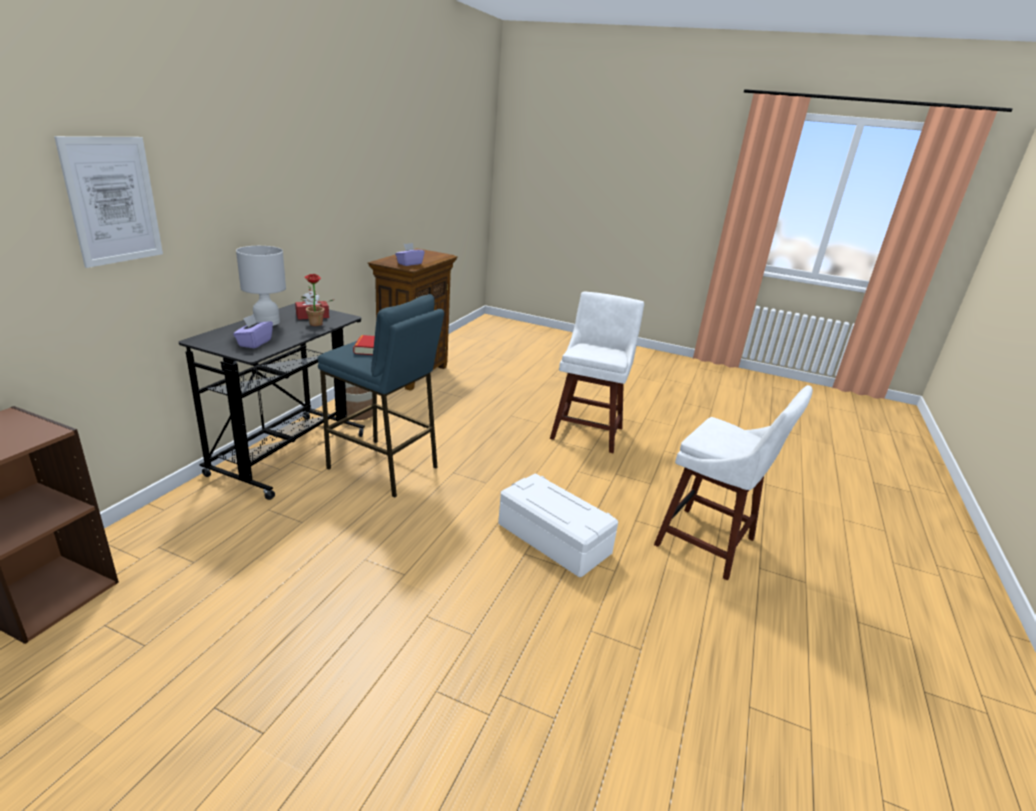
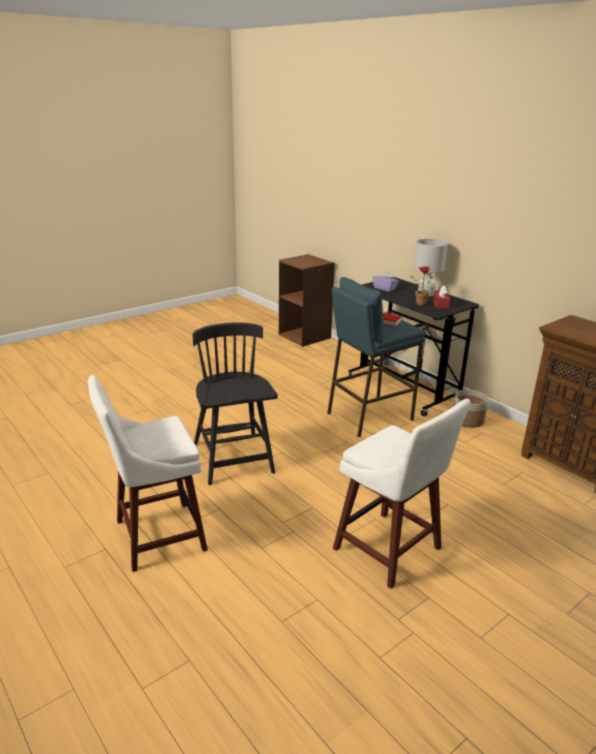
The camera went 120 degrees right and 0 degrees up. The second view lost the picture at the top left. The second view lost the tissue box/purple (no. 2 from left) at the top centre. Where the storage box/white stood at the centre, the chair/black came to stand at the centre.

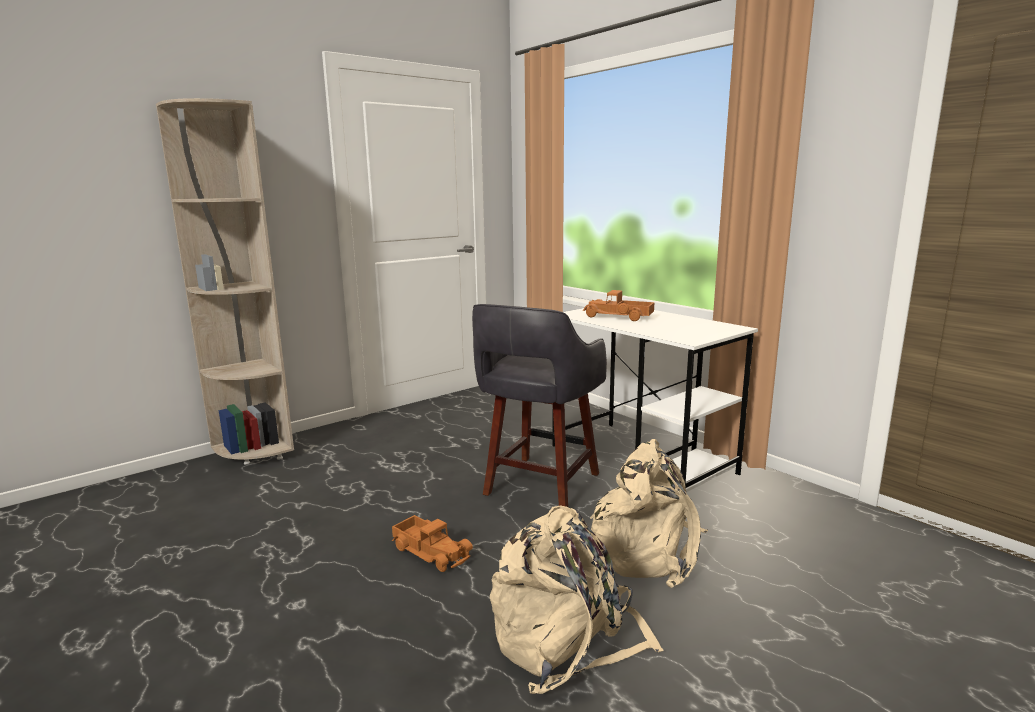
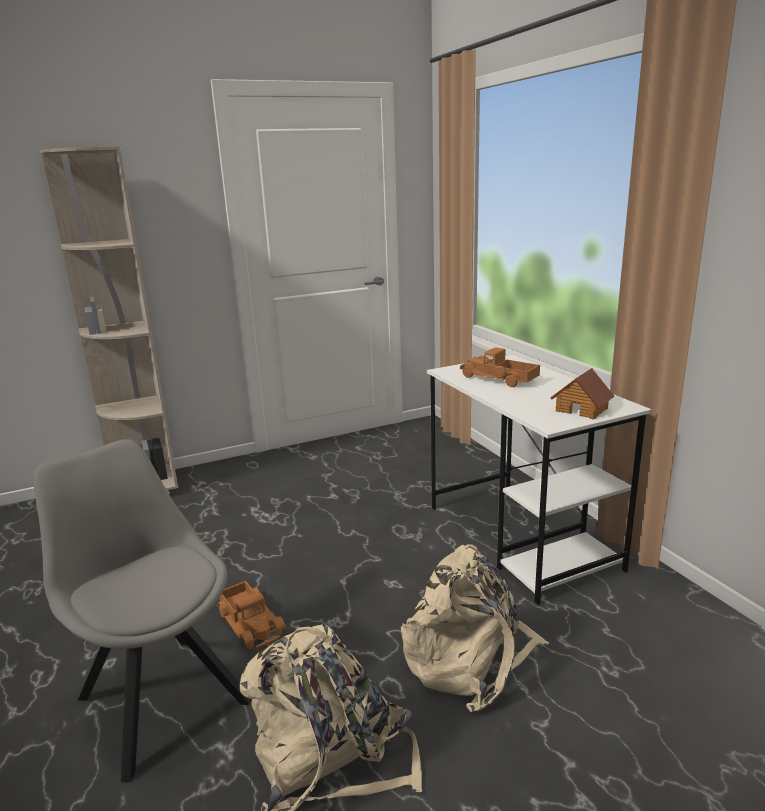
The camera went 15 degrees right and 5 degrees up. The second view lost the stool/grey at the centre. The second view gained the chair/grey at the bottom left. The second view gained the toy house at the middle right.

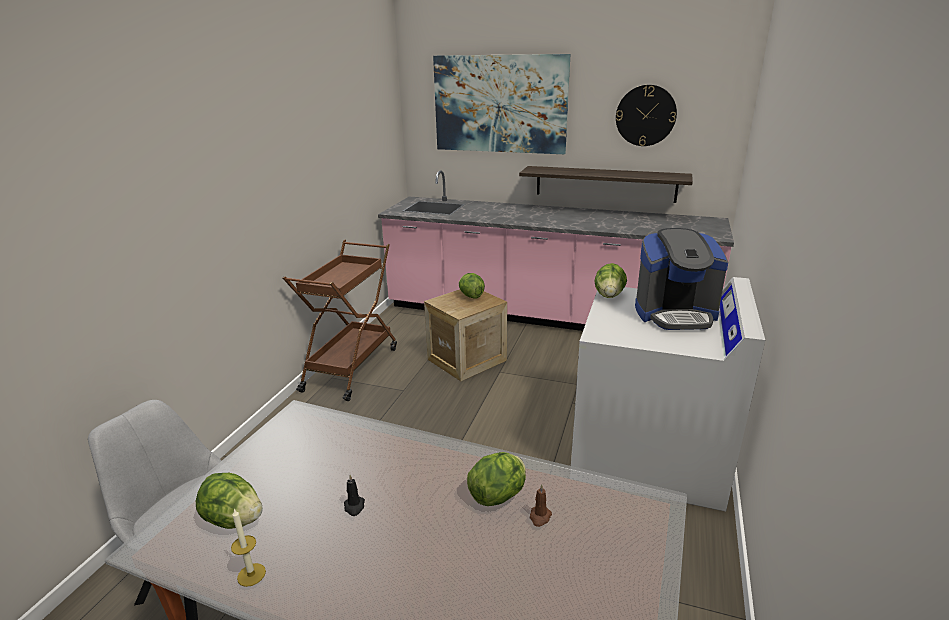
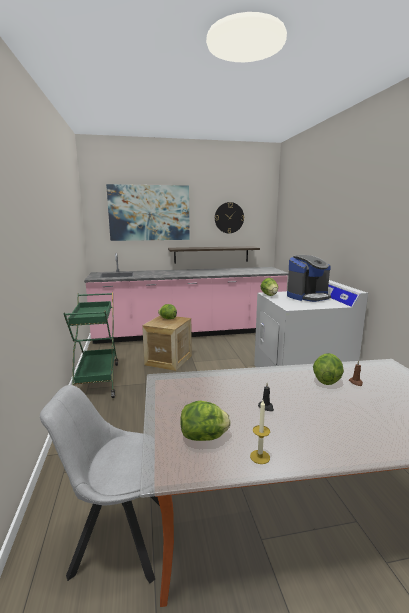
The camera went 30 degrees left and 10 degrees down. What was the cart/brown at the centre turned into the cart/green at the middle left.

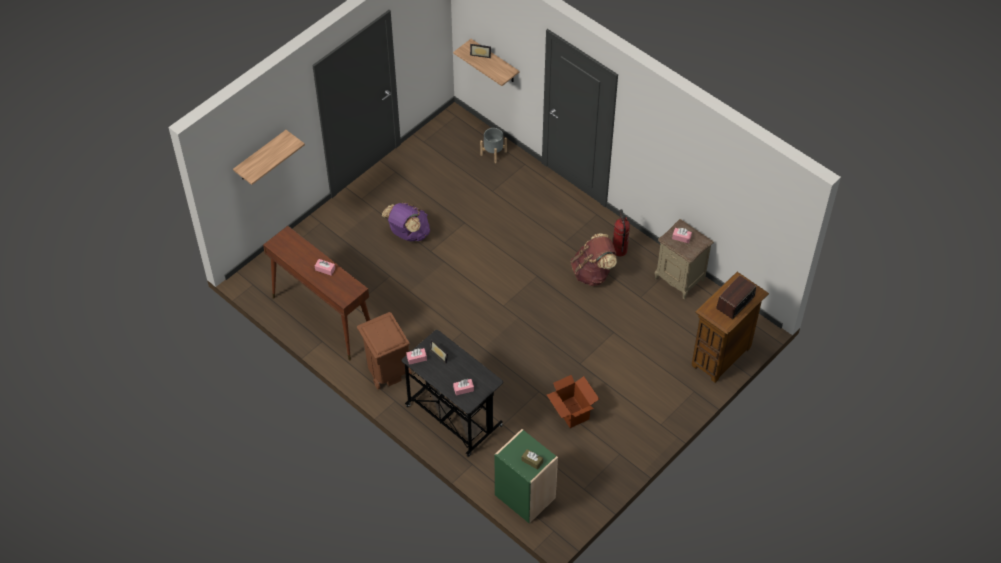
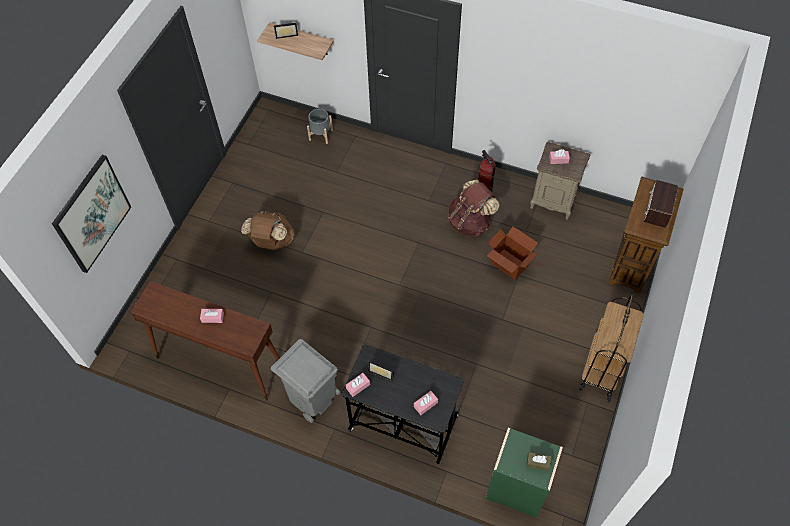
The camera went 20 degrees left and 5 degrees up. The second view gained the cart/brown at the middle right. The cardboard box ended up elsewhere, having gone from the bottom centre to the centre. Where the shelf (no. 1 from left) hung at the top left, the picture came to hang at the middle left. What was the trash can/brown at the centre turned into the trash can/grey at the bottom centre. What was the backpack/purple at the centre turned into the backpack/brown (no. 1 from left) at the centre.

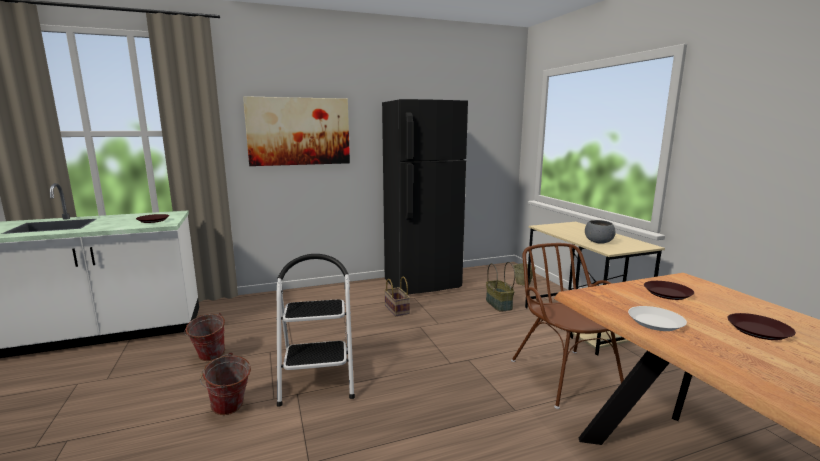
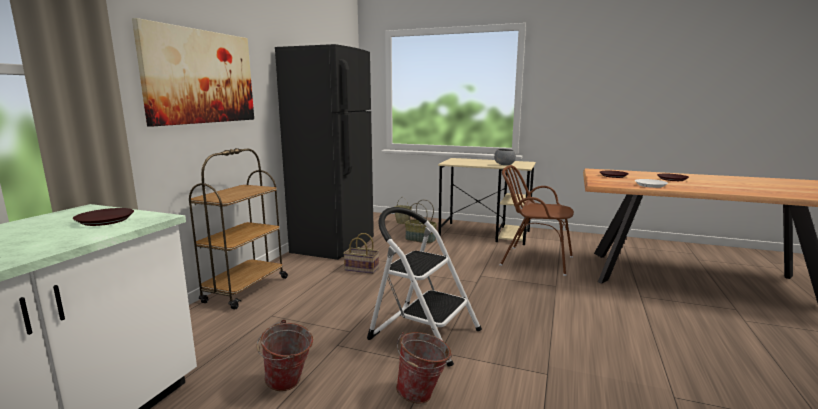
The camera went 50 degrees left and 0 degrees up. The second view gained the cart/brown at the middle left.

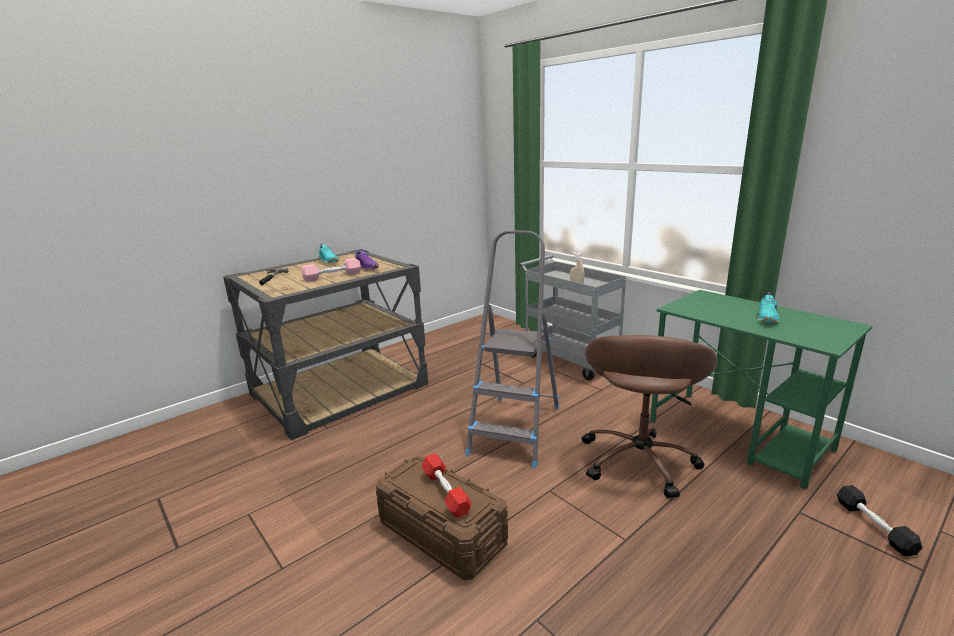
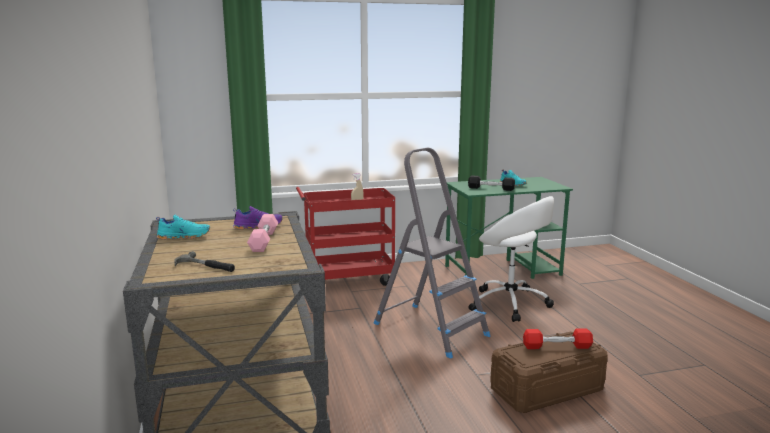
The camera went 65 degrees left and 5 degrees down. The dumbbell/black ended up elsewhere, having gone from the bottom right to the centre. What was the cart/grey at the centre turned into the cart/red at the centre. What was the office chair/brown at the middle right turned into the office chair/white at the centre.

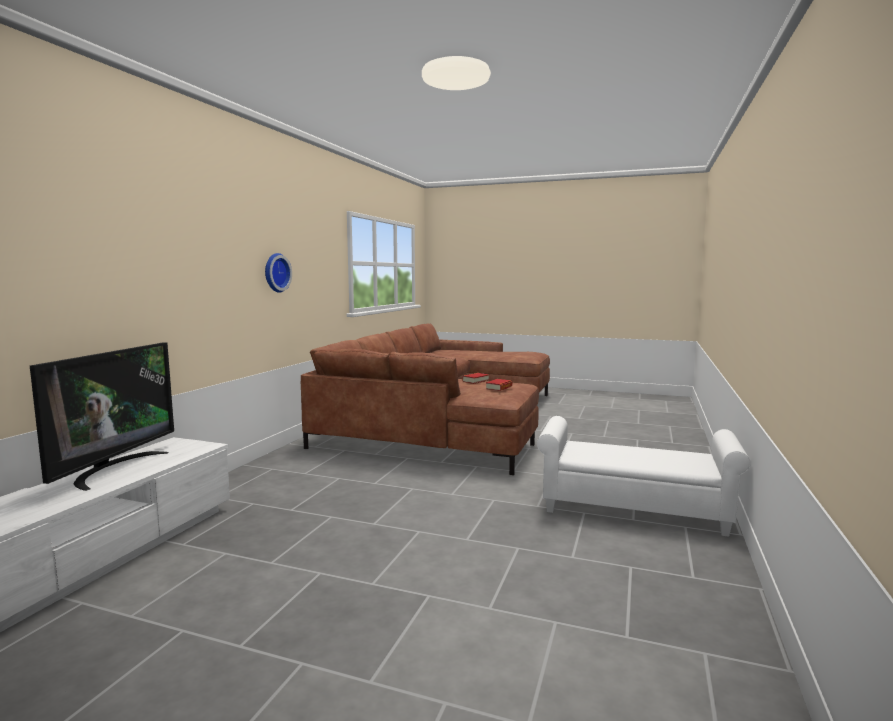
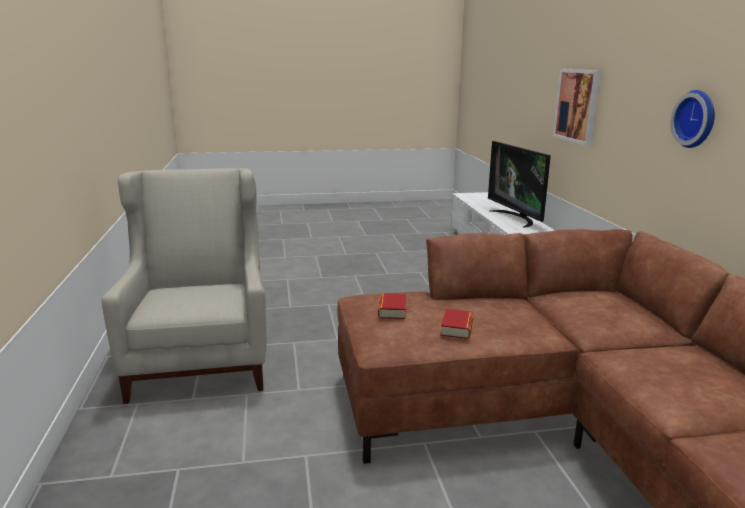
The camera went 150 degrees right and 10 degrees up. The second view gained the picture at the top right. Where the ottoman/white stood at the middle right, the armchair/beige came to stand at the middle left.

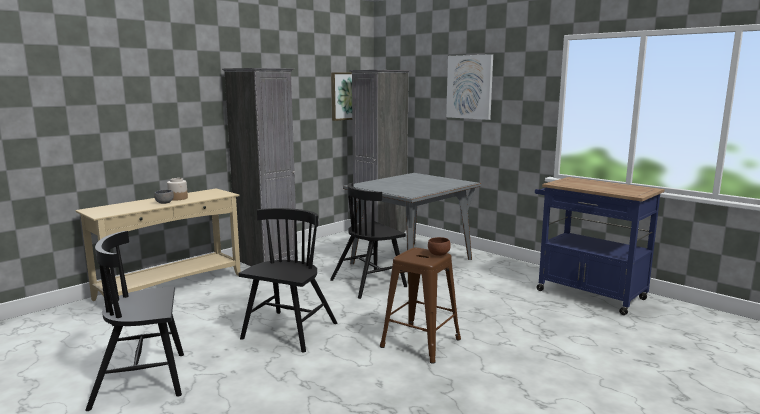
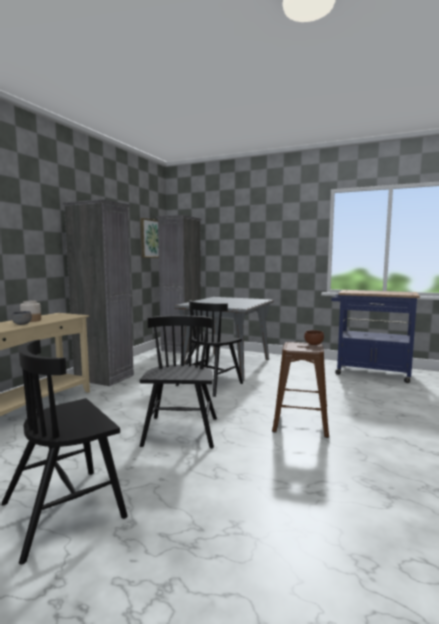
The camera went 20 degrees left and 5 degrees down. The second view lost the picture (no. 2 from left) at the top centre.

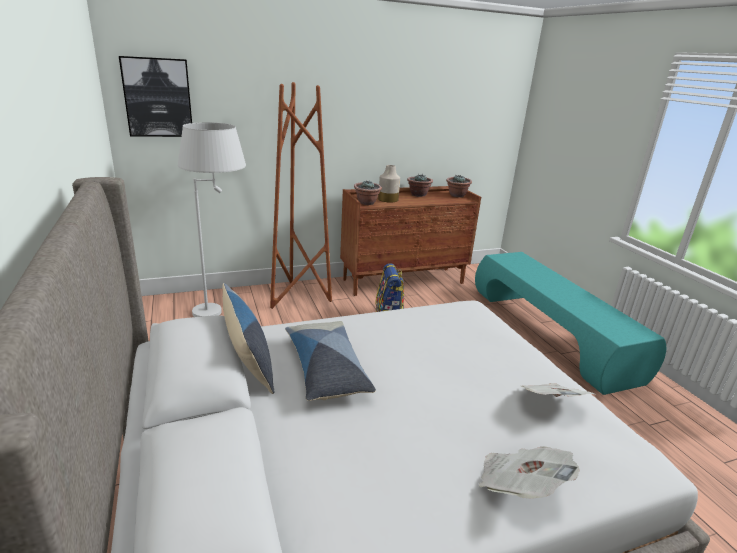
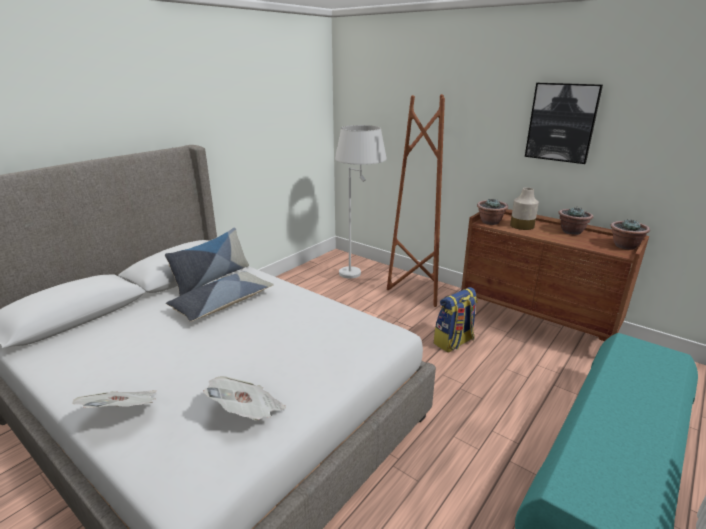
The camera went 60 degrees right and 0 degrees up. The picture ended up elsewhere, having gone from the top left to the top right.

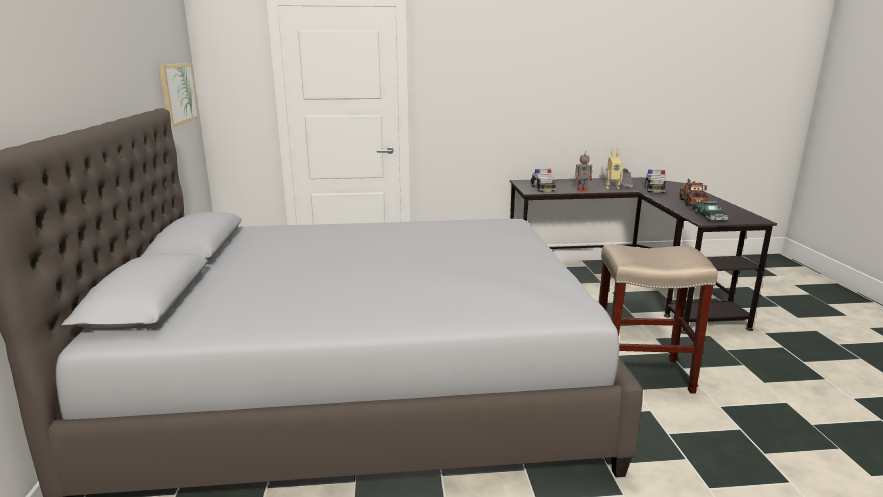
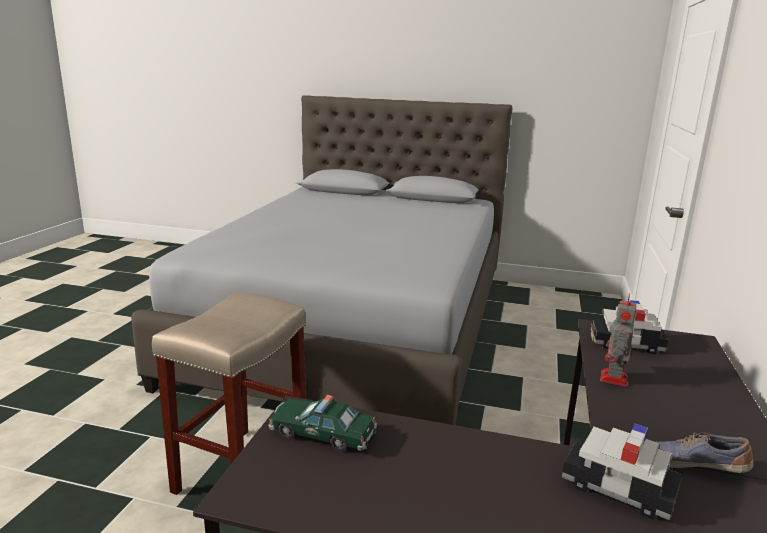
The camera went 110 degrees right and 0 degrees up. The second view lost the picture at the top left. The second view lost the toy robot (no. 2 from left) at the middle right. The second view lost the toy truck at the middle right.

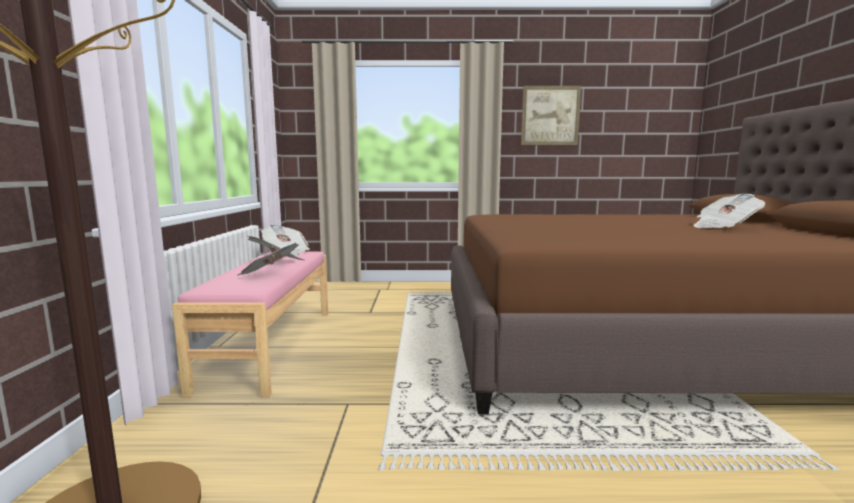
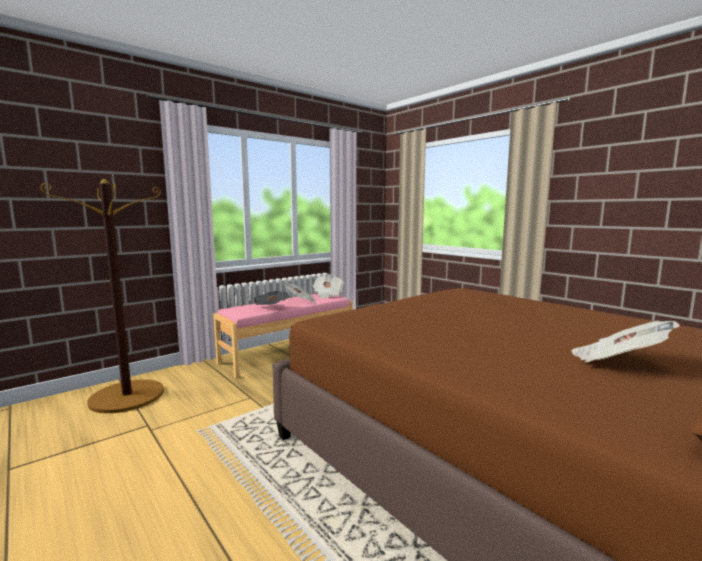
The camera went 50 degrees right and 0 degrees up. The second view lost the picture at the top centre.

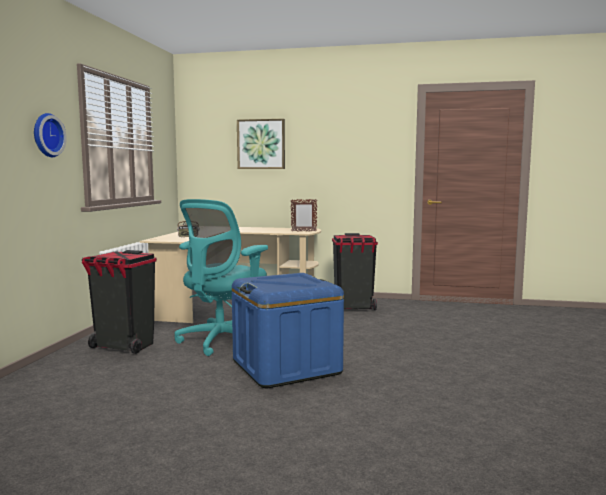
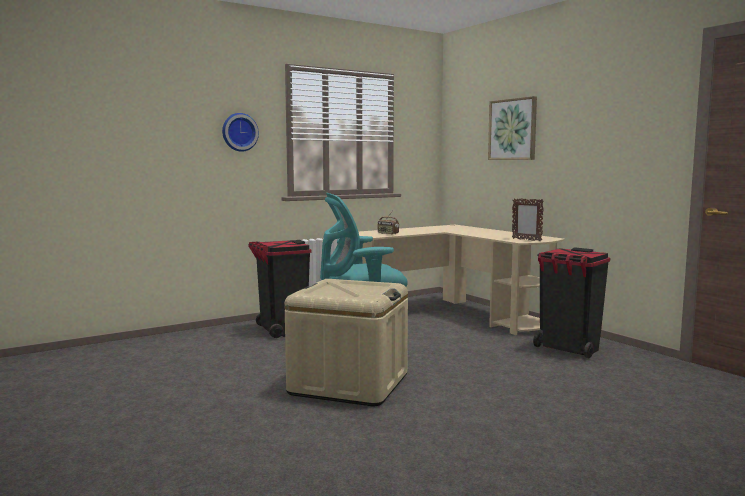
The camera went 45 degrees right and 0 degrees up. What was the storage box/blue at the bottom centre turned into the storage box/beige at the bottom centre.

